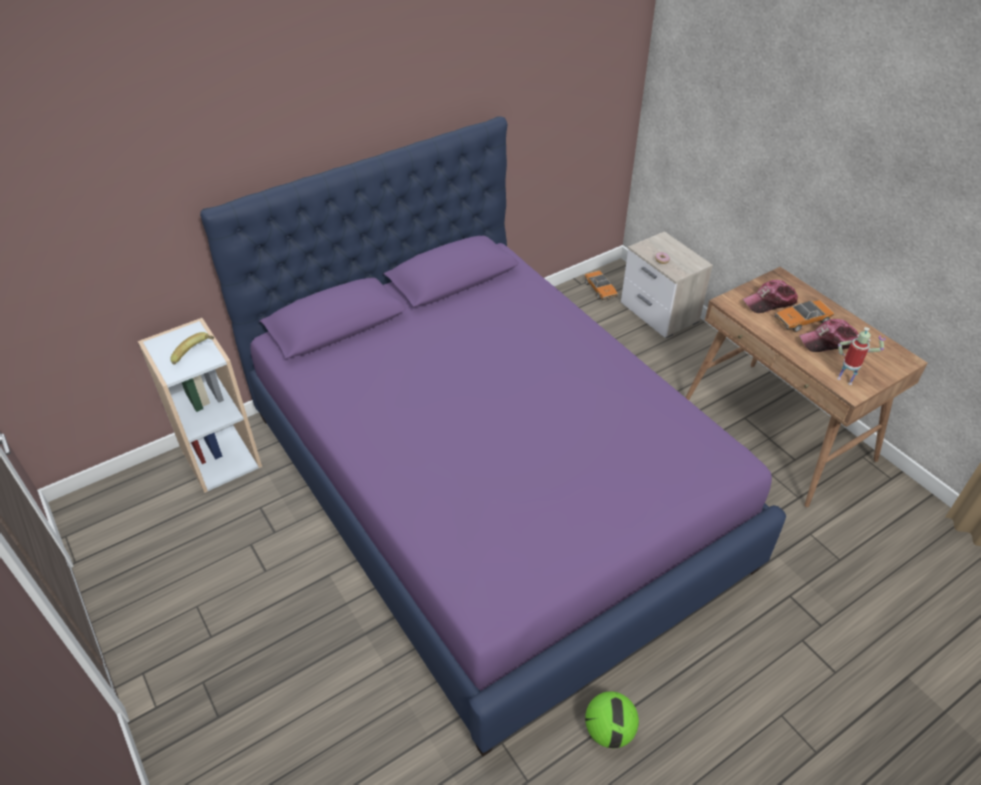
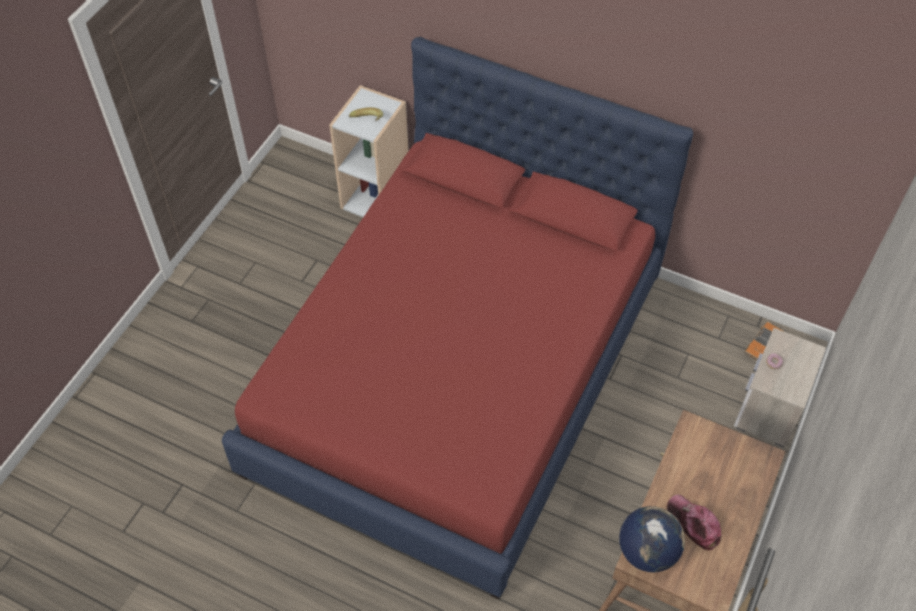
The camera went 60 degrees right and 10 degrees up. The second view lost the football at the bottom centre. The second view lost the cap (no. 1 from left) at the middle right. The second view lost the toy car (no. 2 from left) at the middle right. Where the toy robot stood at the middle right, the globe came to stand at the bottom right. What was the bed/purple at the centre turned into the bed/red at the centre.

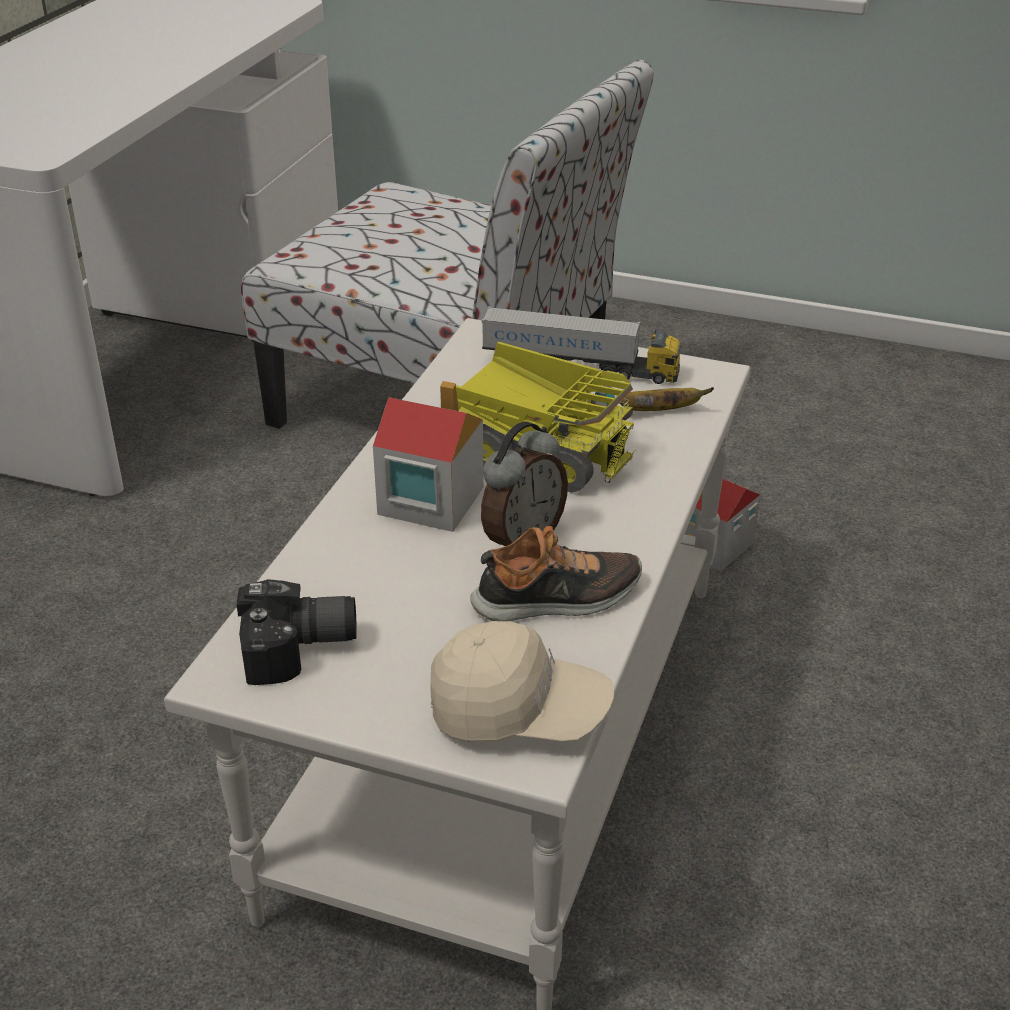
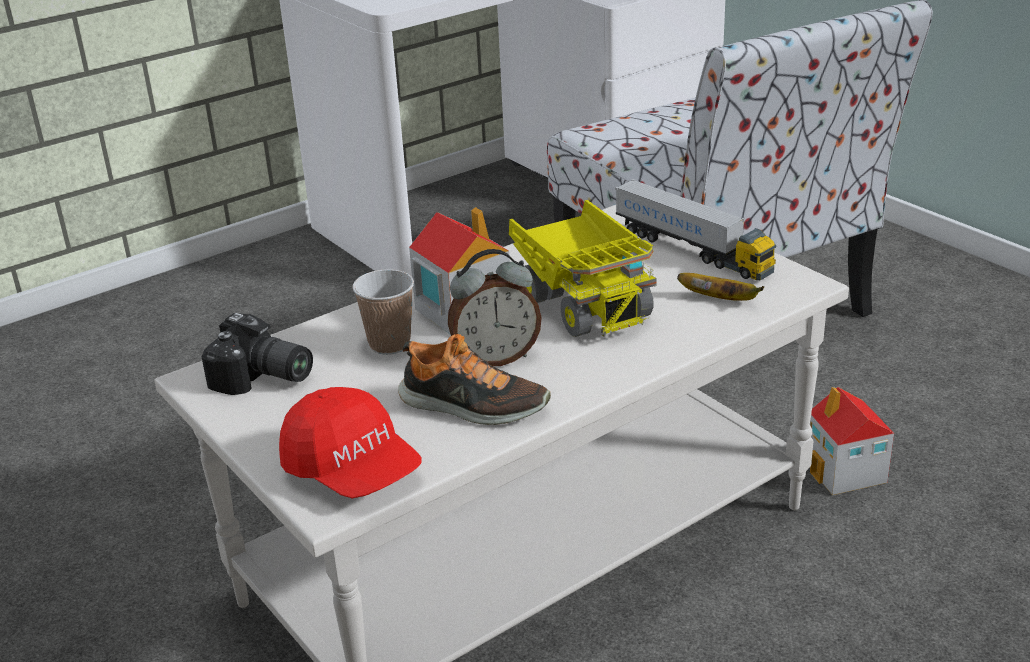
The camera went 35 degrees right and 5 degrees down. The second view gained the cup at the centre. What was the cap/beige at the bottom centre turned into the cap/red at the bottom centre.

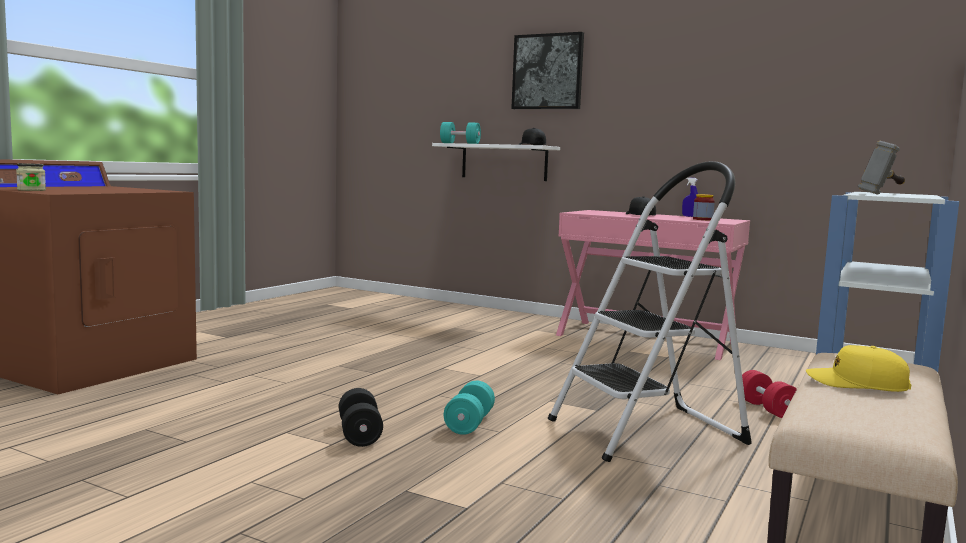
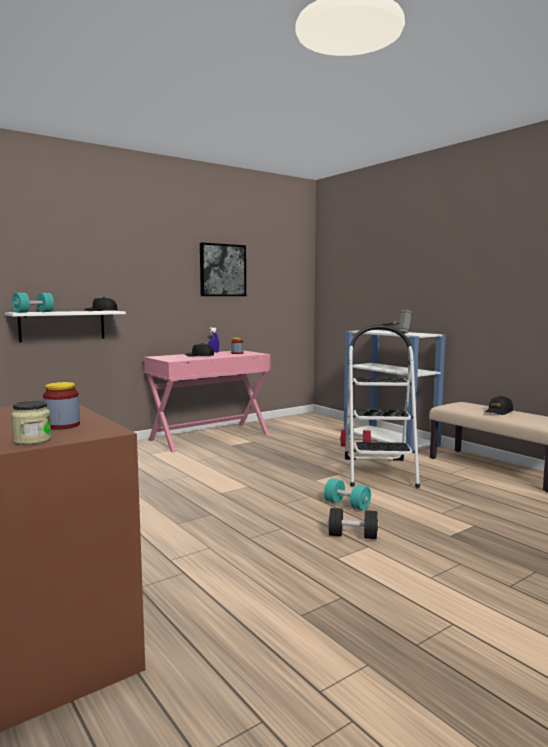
The camera went 65 degrees left and 0 degrees up. The second view gained the jar (no. 2 from left) at the middle left. The picture ended up elsewhere, having gone from the top centre to the centre. What was the cap/yellow at the bottom right turned into the cap/black (no. 3 from left) at the middle right.

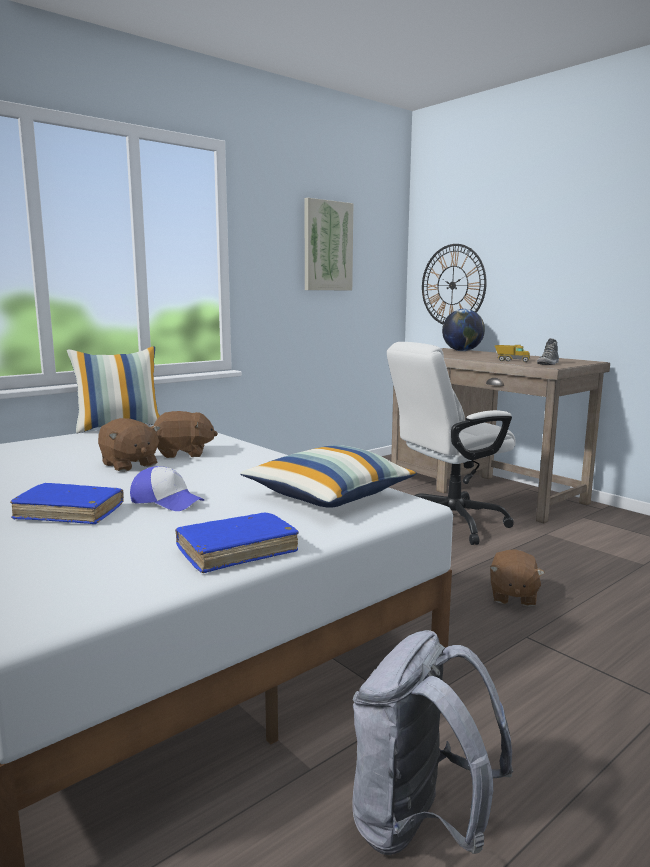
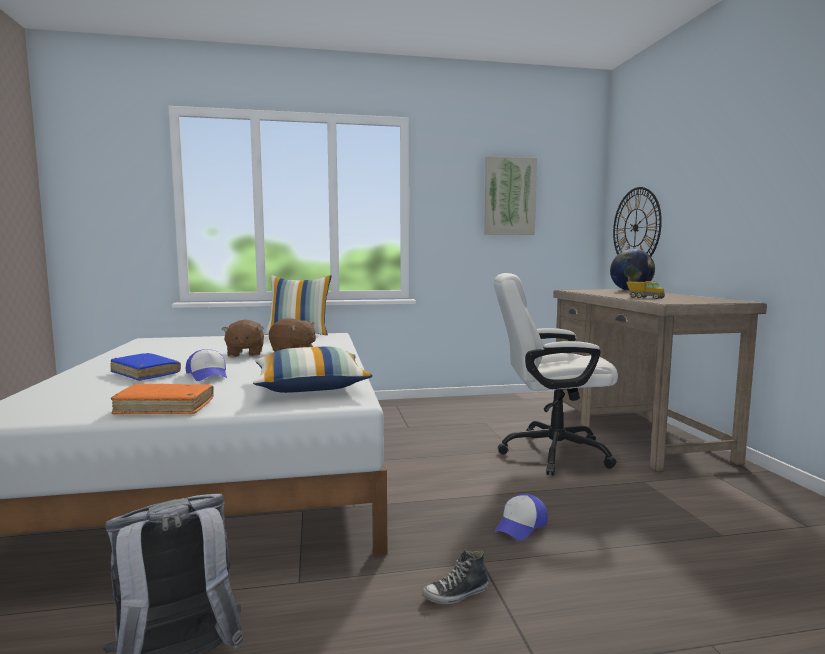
The camera went 30 degrees right and 5 degrees down. The shoe ended up elsewhere, having gone from the middle right to the bottom centre. Where the plush toy/brown (no. 3 from left) stood at the bottom right, the cap (no. 2 from left) came to stand at the bottom centre. What was the book/blue (no. 2 from left) at the centre turned into the book/orange at the middle left.

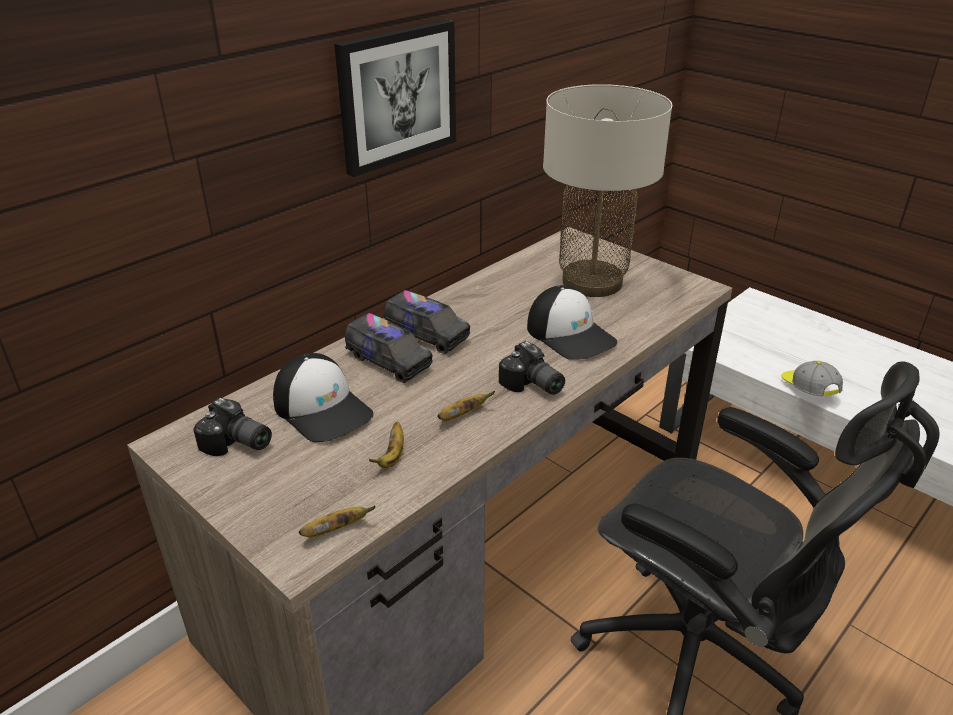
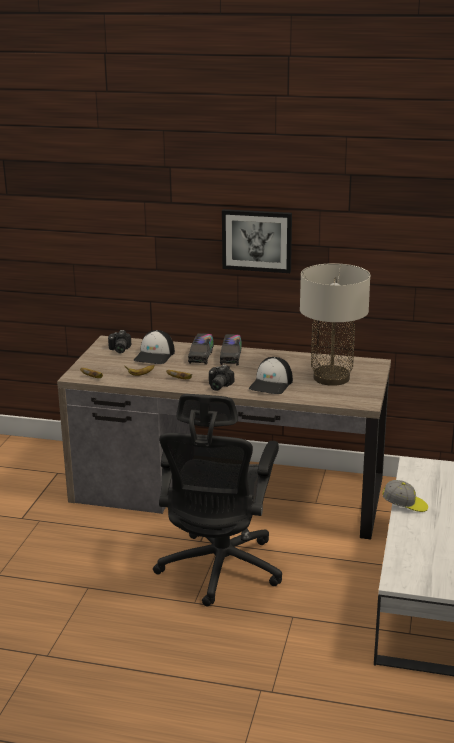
The camera went 60 degrees right and 10 degrees down. The cap (no. 3 from left) at the middle right ended up facing another way, 60 degrees clockwise from before.

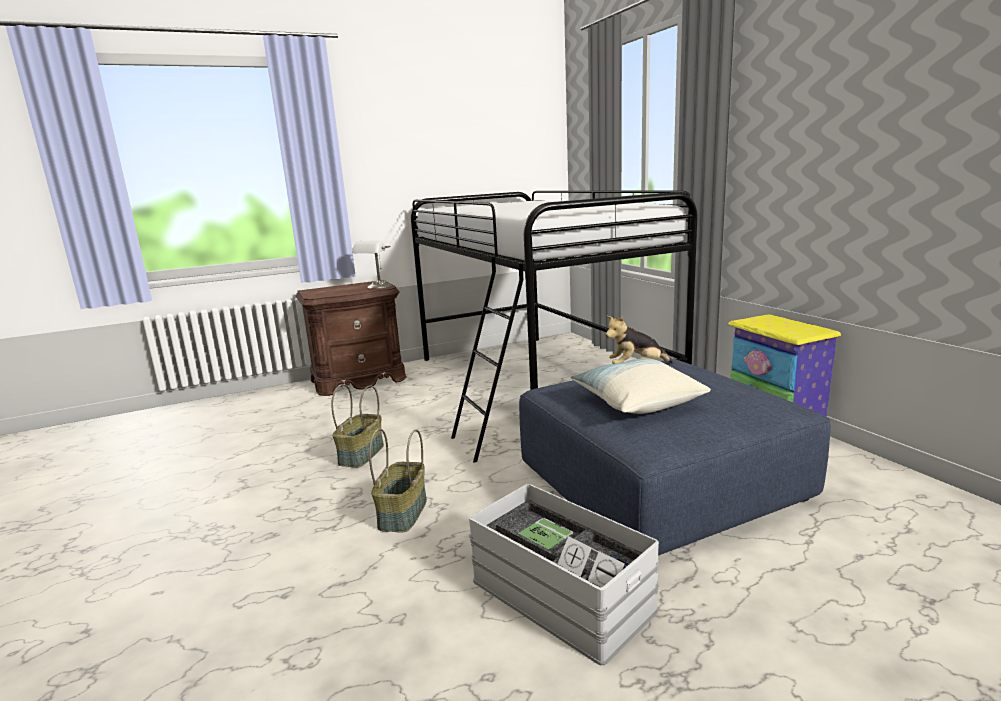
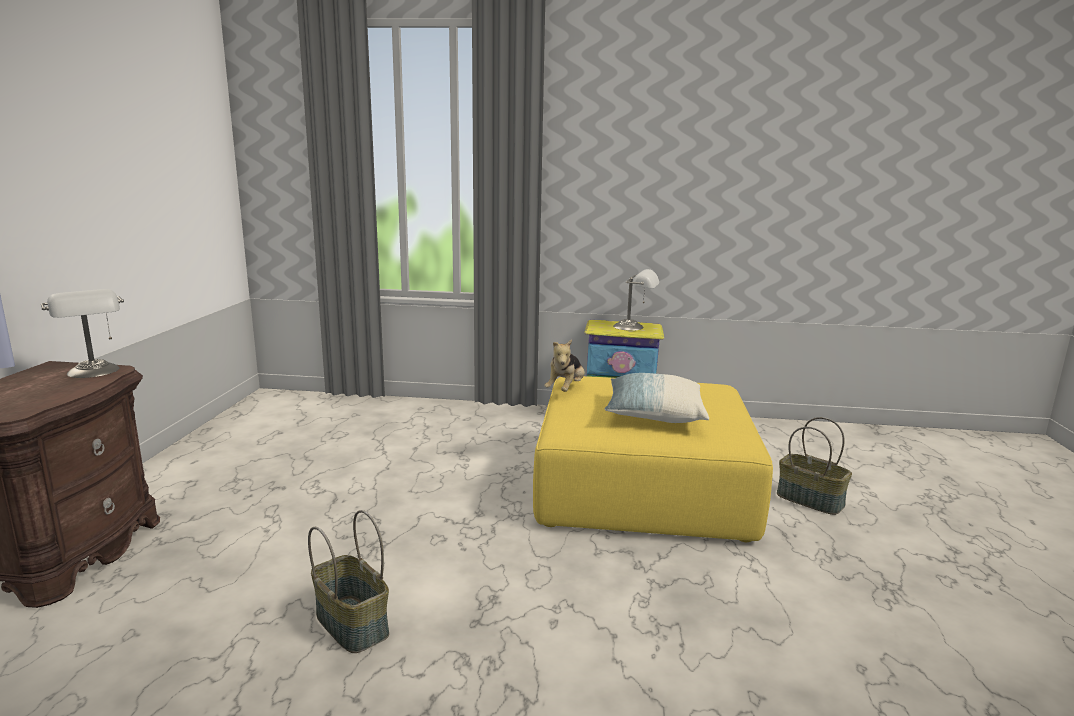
The camera went 60 degrees left and 0 degrees up. The second view lost the bed/black at the centre. The second view lost the storage box/grey at the bottom centre. The second view gained the table lamp/white (no. 2 from left) at the centre. The basket (no. 2 from left) ended up elsewhere, having gone from the bottom centre to the middle right. What was the ottoman/blue at the middle right turned into the ottoman/yellow at the centre.

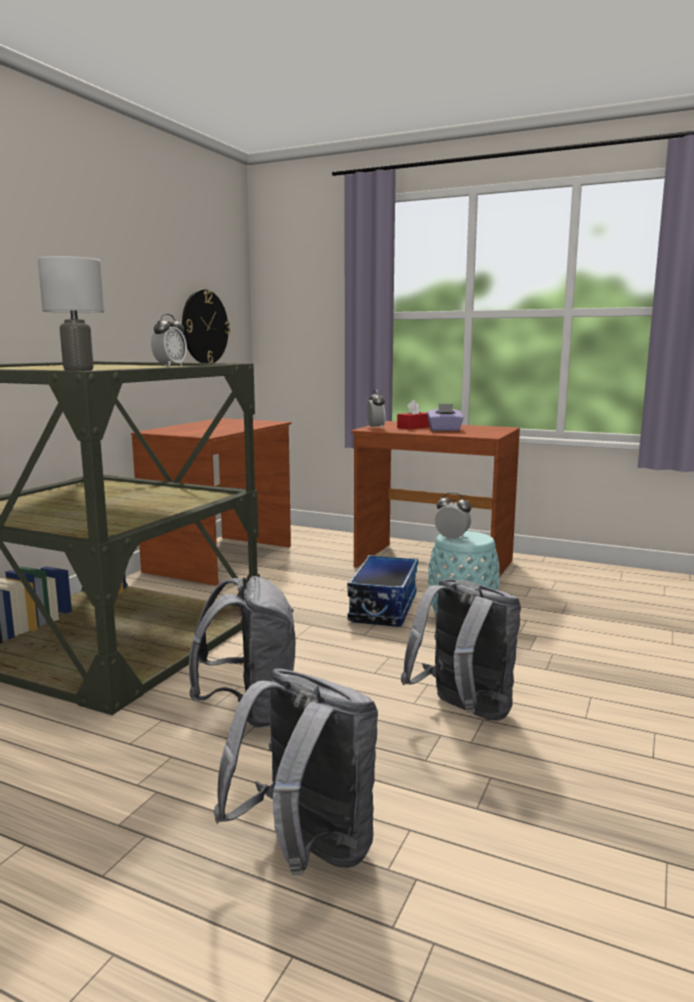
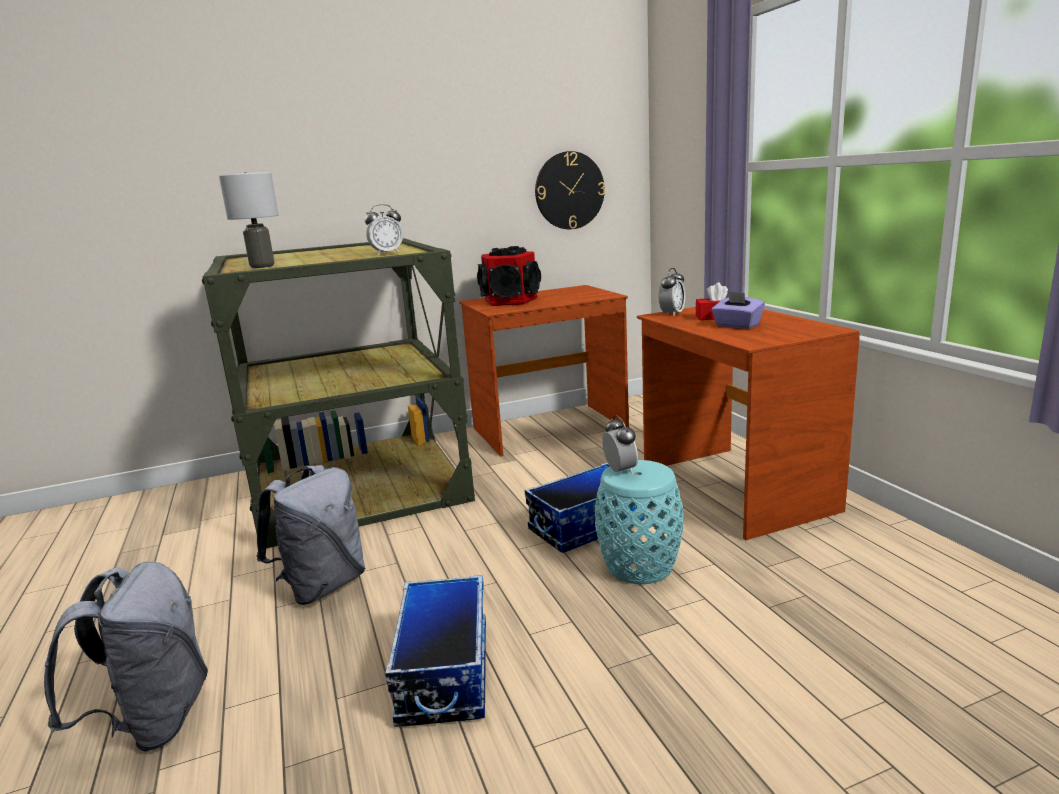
The camera went 45 degrees right and 5 degrees up. The second view gained the speaker at the centre. Where the backpack/grey (no. 3 from left) stood at the centre, the storage box (no. 1 from left) came to stand at the bottom centre.

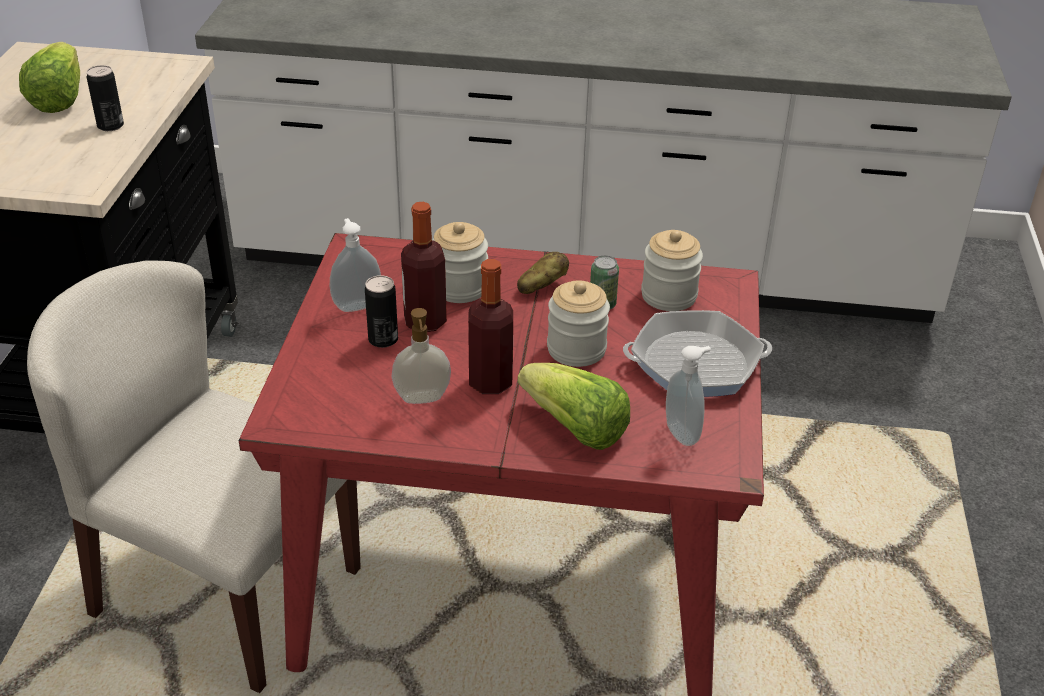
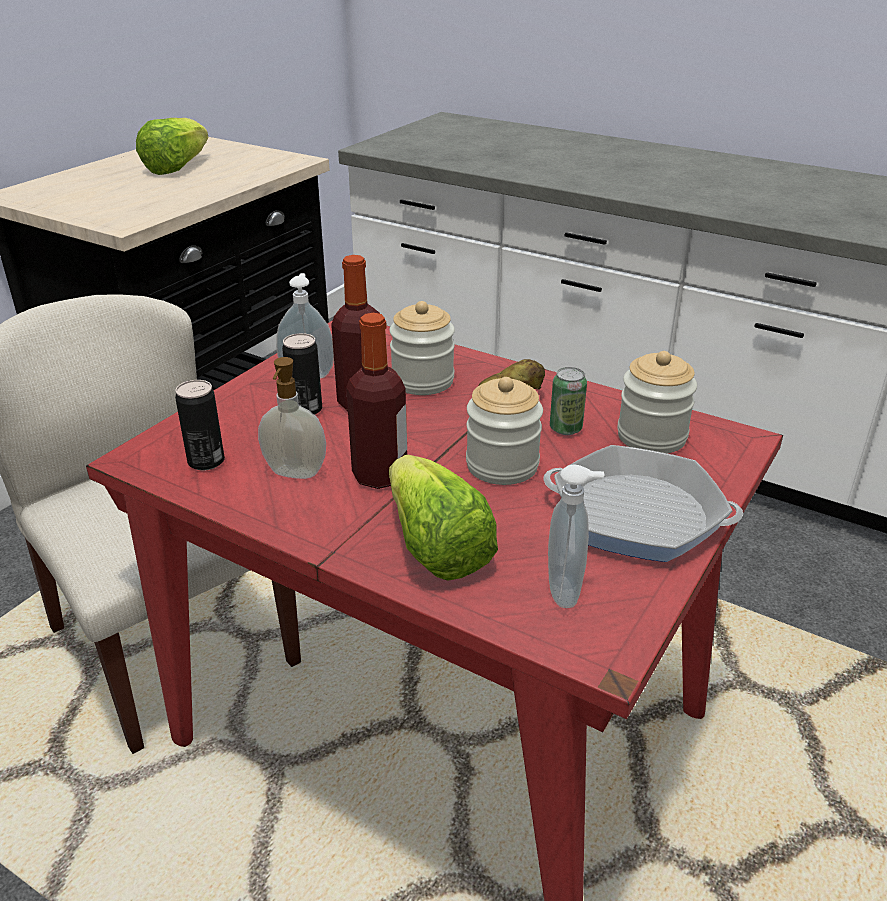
The camera went 25 degrees right and 5 degrees down. The can (no. 1 from left) ended up elsewhere, having gone from the top left to the middle left.

